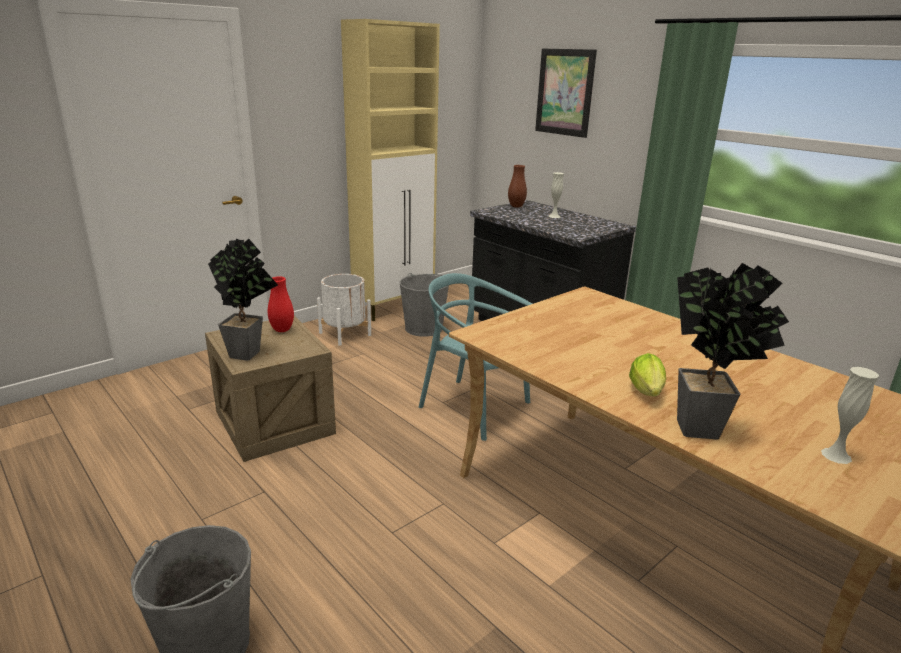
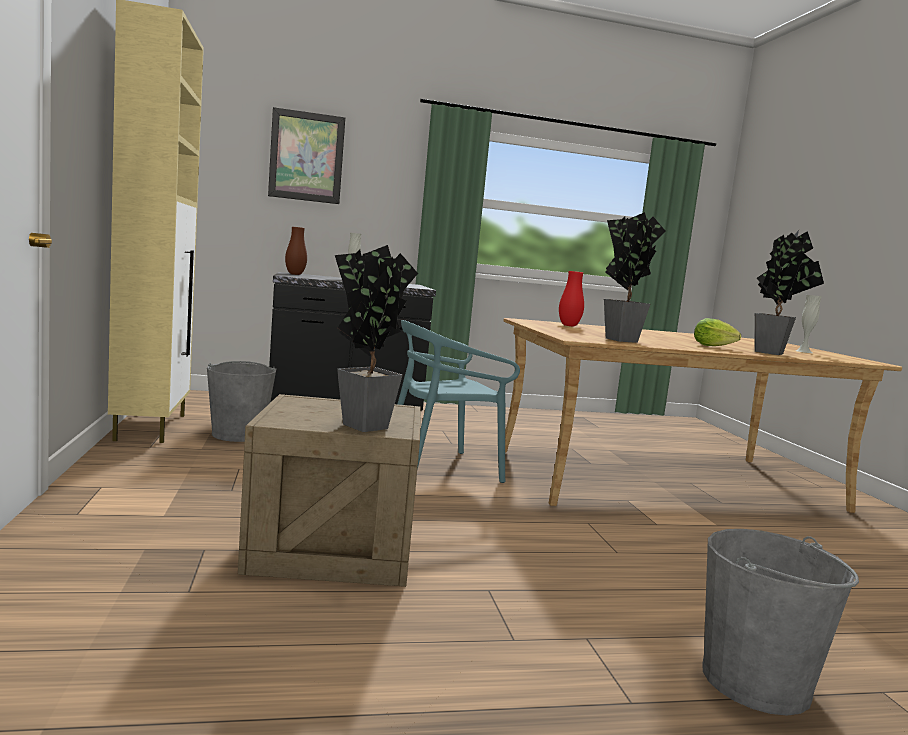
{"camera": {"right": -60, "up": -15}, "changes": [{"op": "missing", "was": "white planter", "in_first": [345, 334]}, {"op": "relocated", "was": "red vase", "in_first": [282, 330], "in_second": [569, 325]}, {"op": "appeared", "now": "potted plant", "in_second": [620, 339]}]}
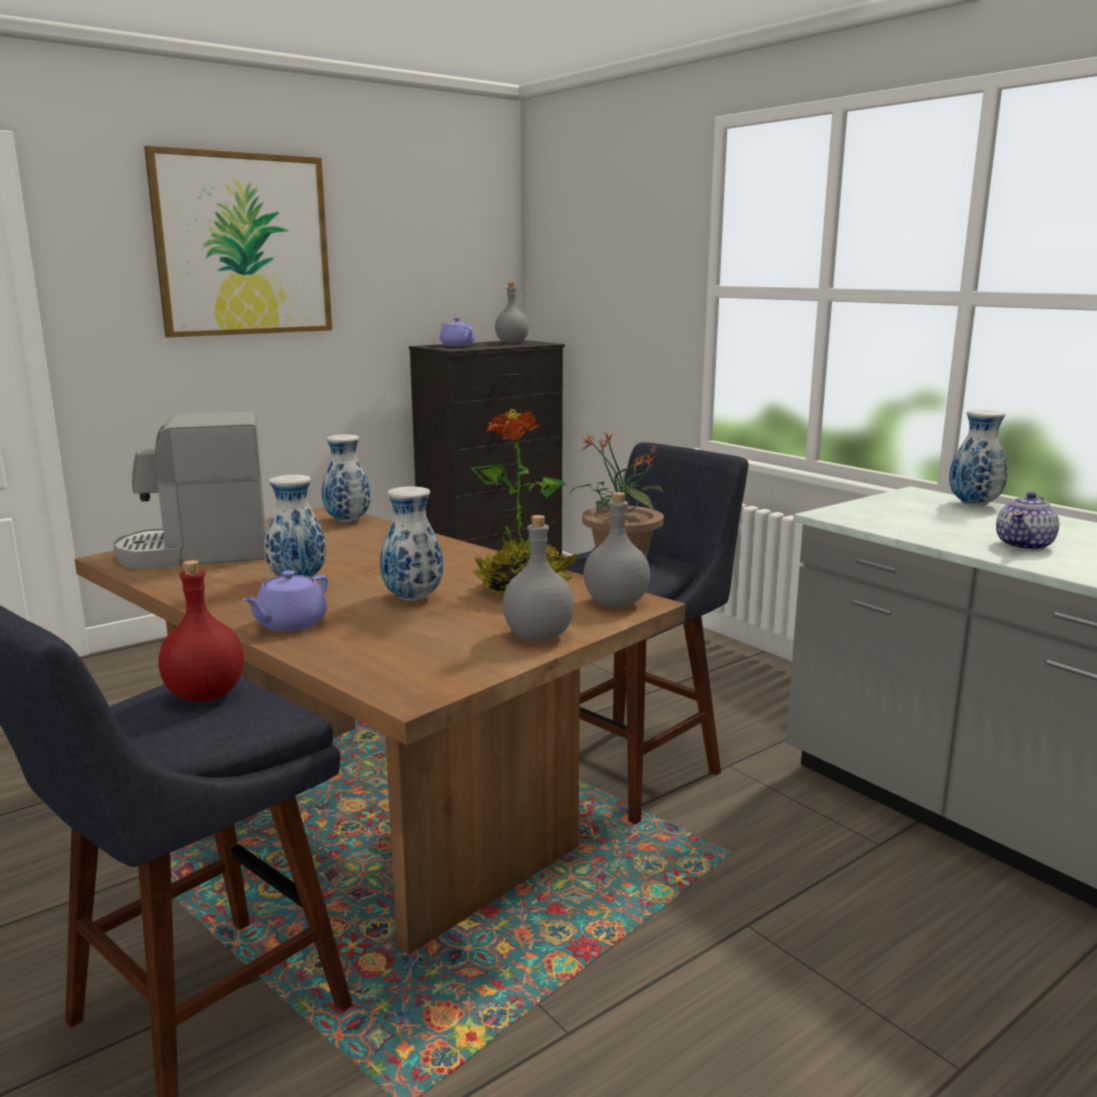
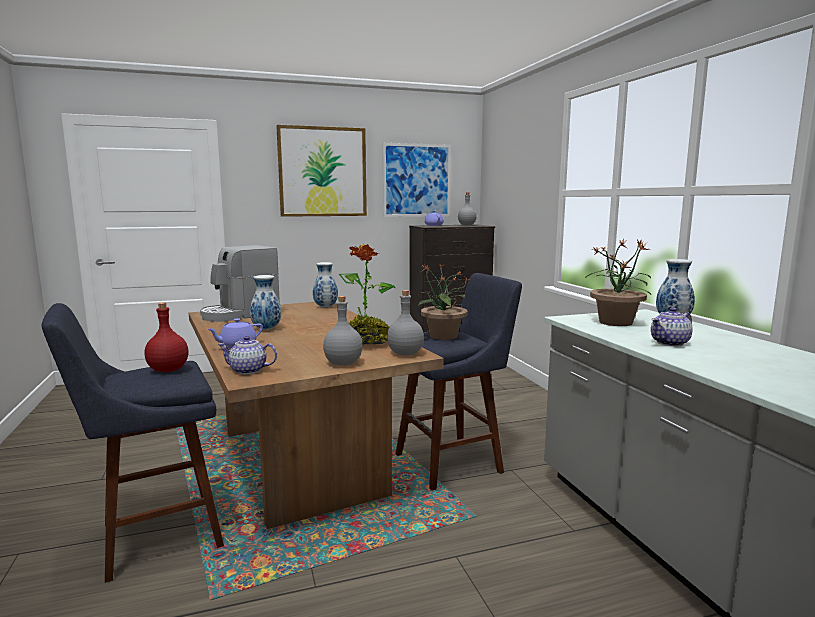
{"camera": {"right": 20, "up": -5}, "changes": [{"op": "spun", "was": "coffee machine", "in_first": [197, 553], "in_second": [240, 314], "clockwise": -45}, {"op": "missing", "was": "vase", "in_first": [414, 598]}, {"op": "appeared", "now": "picture", "in_second": [417, 180]}, {"op": "appeared", "now": "potted plant", "in_second": [615, 322]}, {"op": "appeared", "now": "teapot", "in_second": [248, 370]}]}
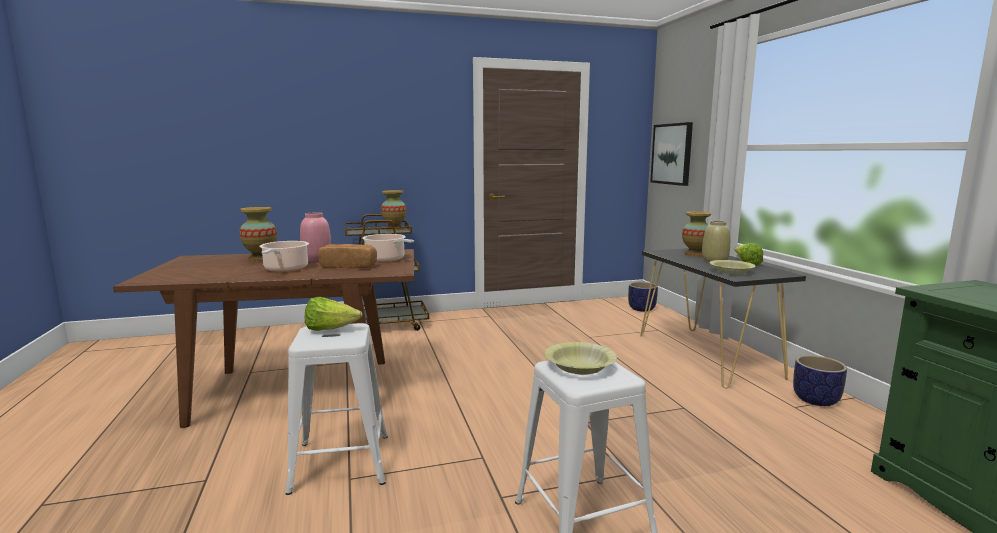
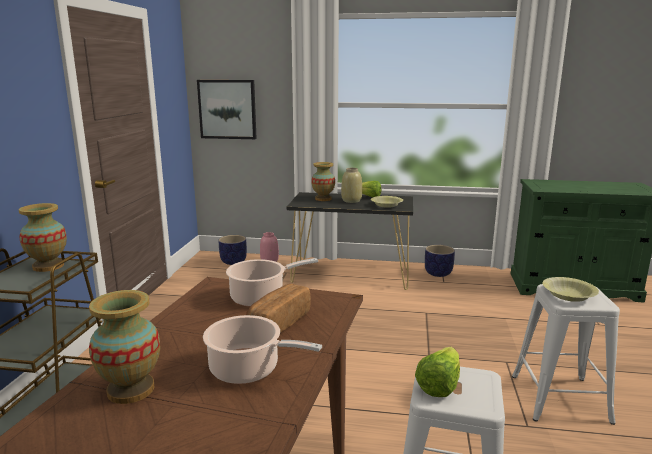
{"camera": {"right": -65, "up": 5}, "changes": [{"op": "relocated", "was": "pink vase", "in_first": [316, 259], "in_second": [269, 261]}]}
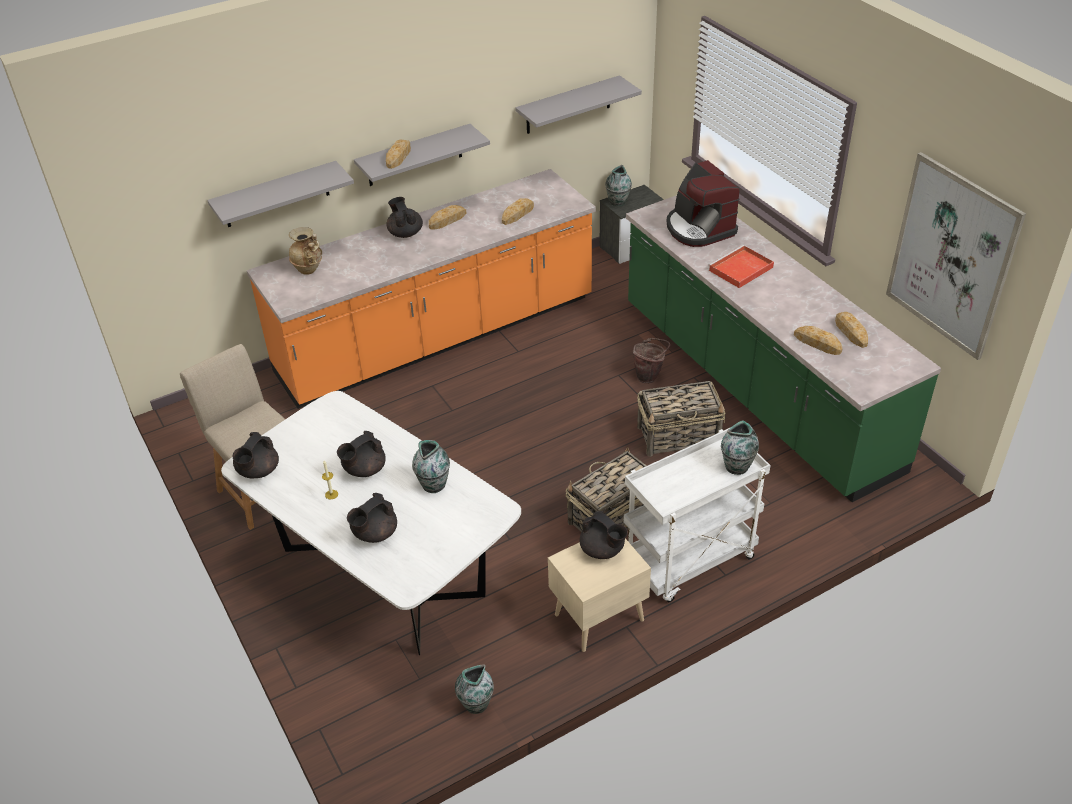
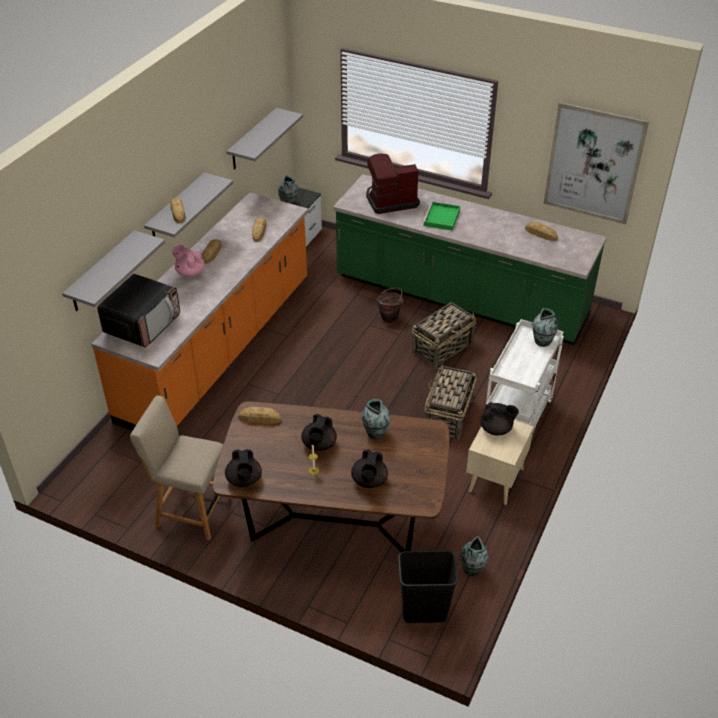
{"camera": {"right": -35, "up": 0}, "changes": [{"op": "spun", "was": "coffee machine", "in_first": [699, 228], "in_second": [390, 200], "clockwise": 135}, {"op": "colour", "was": "black teapot", "now": "pink teapot", "in_first": [405, 233], "in_second": [190, 272]}, {"op": "exchanged", "was": "beige vase", "now": "microwave", "in_first": [309, 269], "in_second": [143, 324]}, {"op": "colour", "was": "red tray", "now": "green tray", "in_first": [740, 269], "in_second": [441, 218]}, {"op": "relocated", "was": "bread", "in_first": [817, 343], "in_second": [259, 418]}, {"op": "colour", "was": "white dining table", "now": "brown dining table", "in_first": [382, 574], "in_second": [335, 522]}, {"op": "appeared", "now": "black trash can", "in_second": [424, 610]}]}
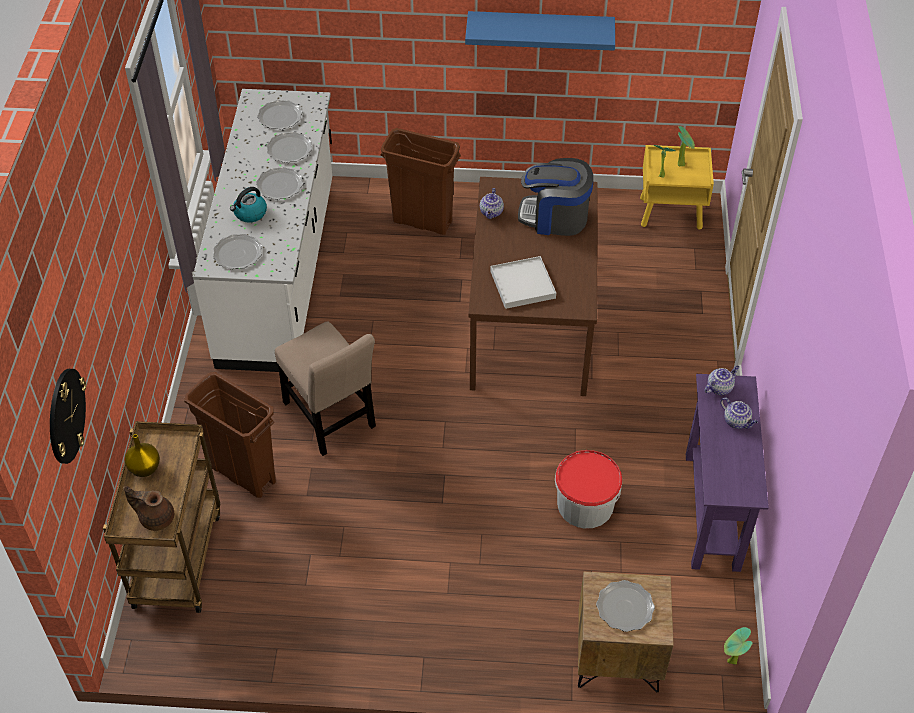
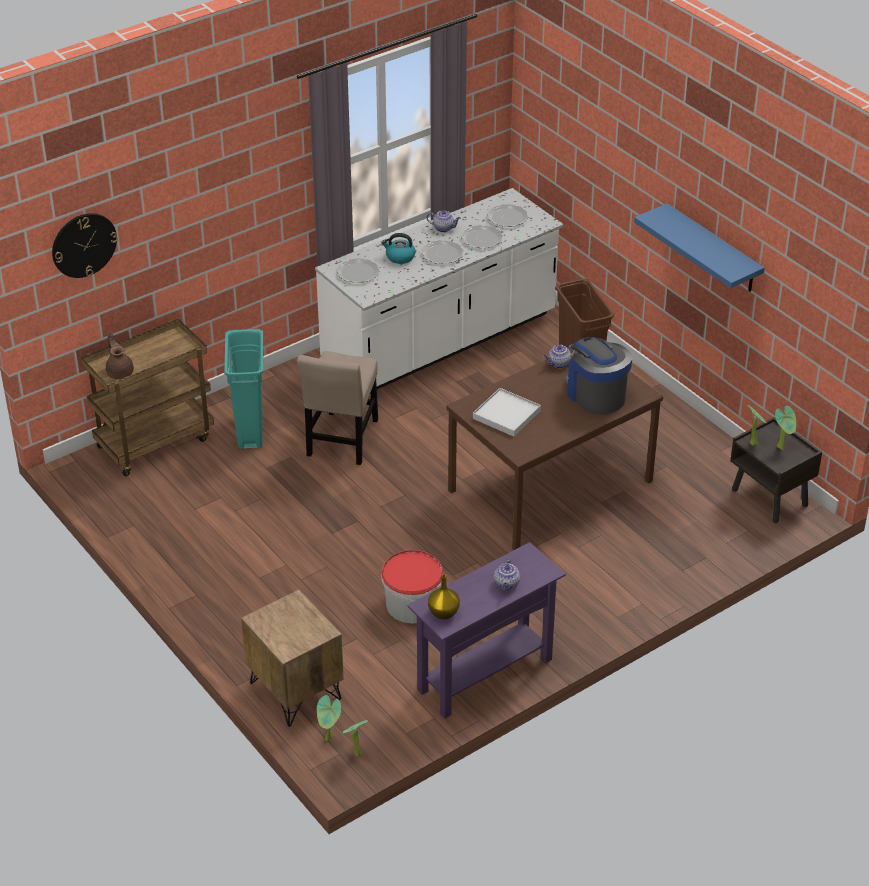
{"camera": {"right": 50, "up": -10}, "changes": [{"op": "colour", "was": "yellow nightstand", "now": "brown nightstand", "in_first": [671, 213], "in_second": [770, 498]}, {"op": "relocated", "was": "teapot", "in_first": [719, 387], "in_second": [444, 228]}, {"op": "colour", "was": "brown trash can", "now": "turquoise trash can", "in_first": [243, 474], "in_second": [250, 430]}, {"op": "relocated", "was": "yellow vase", "in_first": [145, 469], "in_second": [443, 613]}, {"op": "missing", "was": "plate", "in_first": [624, 607]}, {"op": "appeared", "now": "potted plant", "in_second": [329, 739]}]}
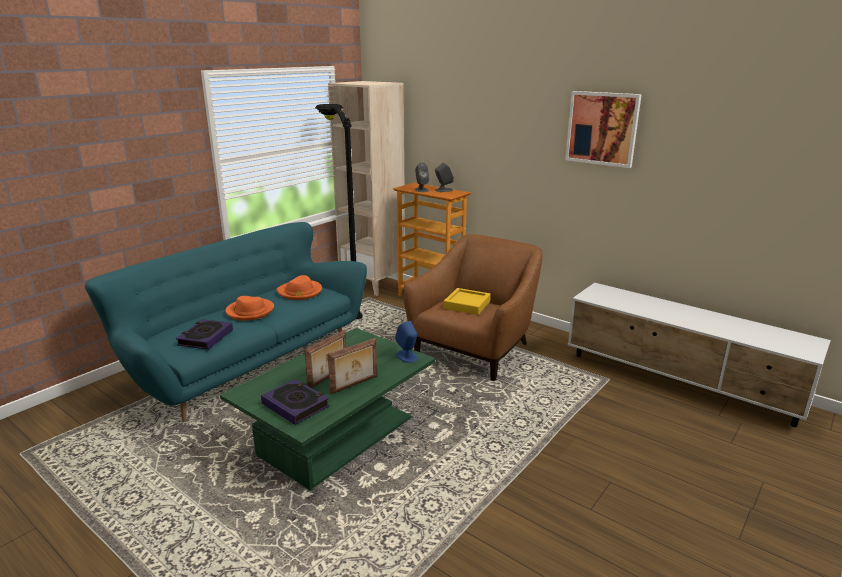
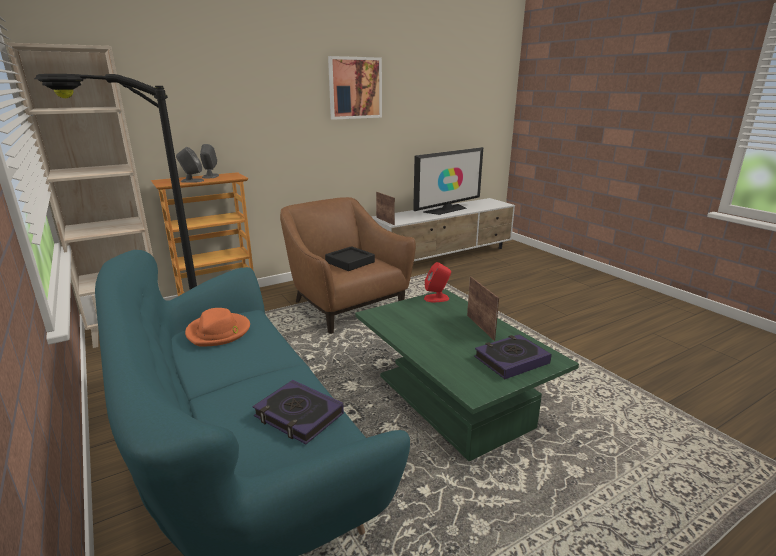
{"camera": {"right": -70, "up": 0}, "changes": [{"op": "colour", "was": "yellow tray", "now": "black tray", "in_first": [467, 305], "in_second": [350, 262]}, {"op": "missing", "was": "orange hat", "in_first": [250, 311]}, {"op": "colour", "was": "blue speaker", "now": "red speaker", "in_first": [407, 356], "in_second": [437, 298]}, {"op": "relocated", "was": "picture frame", "in_first": [328, 378], "in_second": [385, 221]}, {"op": "appeared", "now": "television", "in_second": [447, 210]}]}
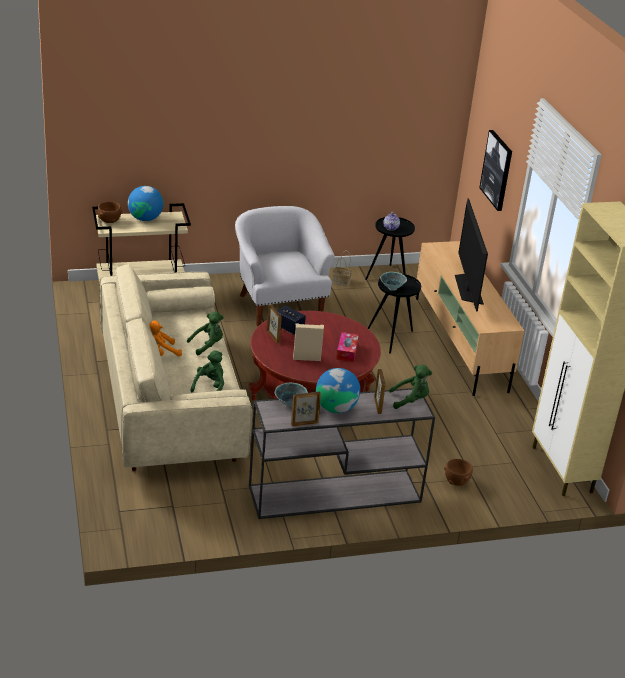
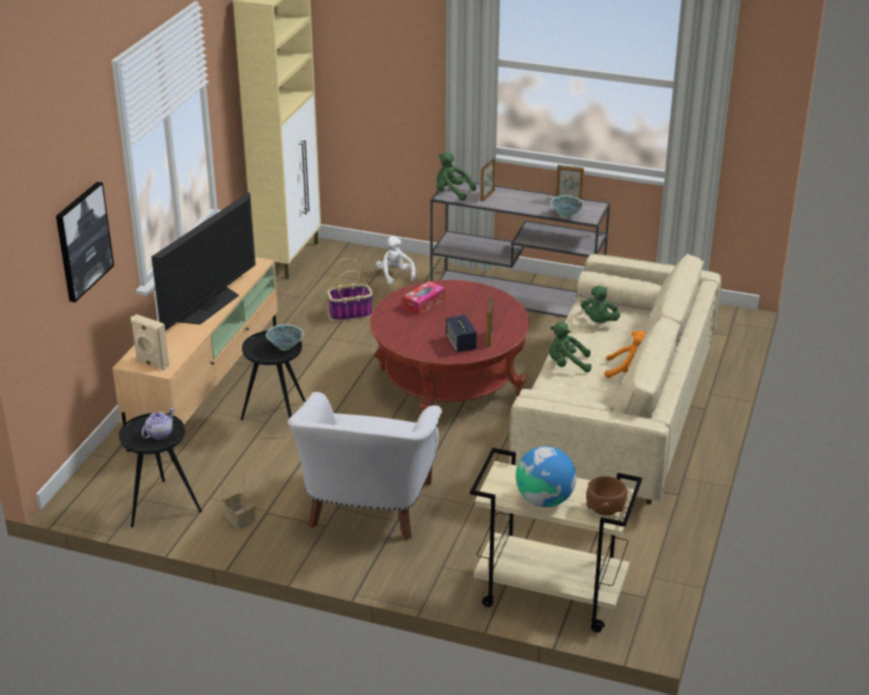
{"camera": {"right": -145, "up": 0}, "changes": [{"op": "relocated", "was": "beige speaker", "in_first": [306, 358], "in_second": [151, 363]}, {"op": "spun", "was": "green plush toy", "in_first": [210, 387], "in_second": [599, 322], "clockwise": -45}, {"op": "missing", "was": "globe", "in_first": [336, 408]}, {"op": "exchanged", "was": "brown bowl", "now": "white plush toy", "in_first": [456, 481], "in_second": [395, 275]}, {"op": "appeared", "now": "basket", "in_second": [351, 313]}]}
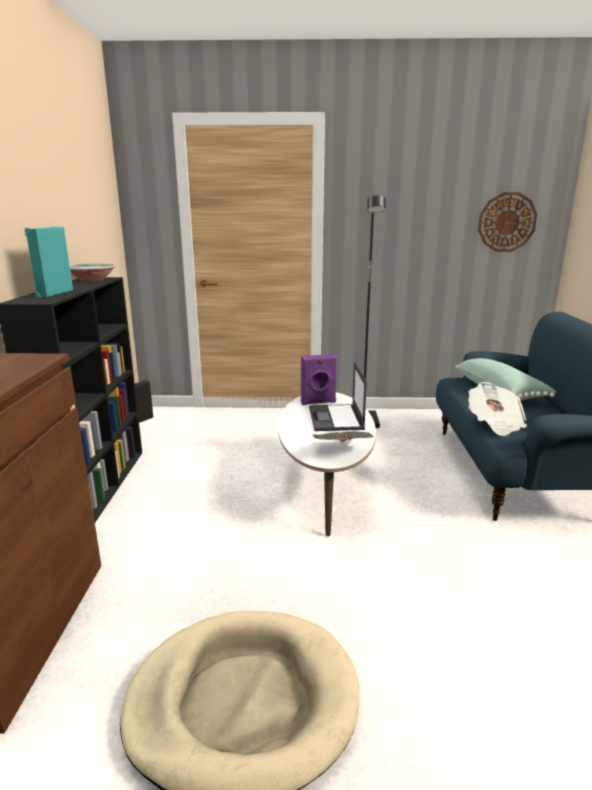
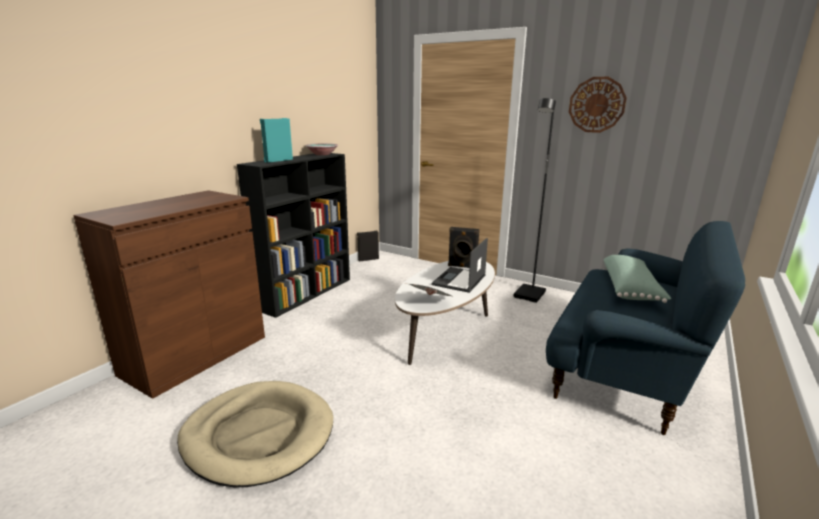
{"camera": {"right": 30, "up": 0}, "changes": [{"op": "relocated", "was": "wall clock", "in_first": [506, 222], "in_second": [596, 105]}, {"op": "colour", "was": "purple speaker", "now": "black speaker", "in_first": [318, 402], "in_second": [462, 266]}, {"op": "missing", "was": "newspaper", "in_first": [495, 423]}]}
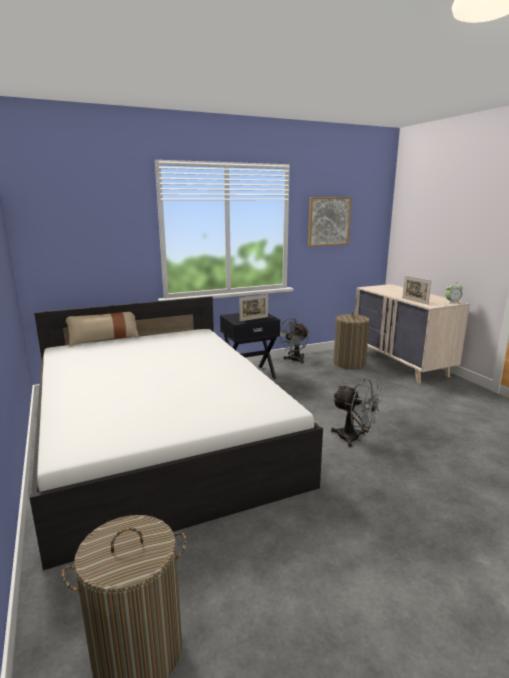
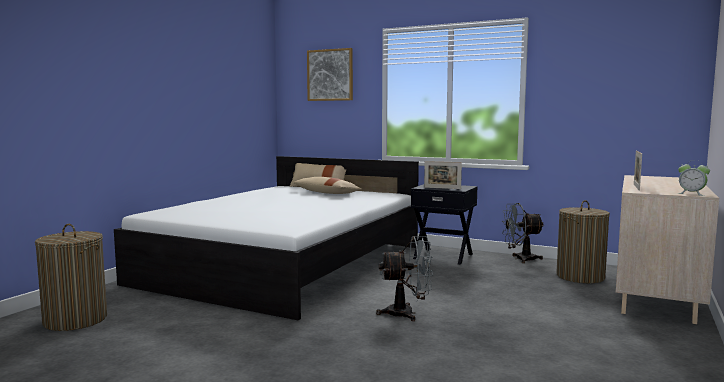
{"camera": {"right": 50, "up": -10}, "changes": [{"op": "relocated", "was": "picture", "in_first": [328, 221], "in_second": [330, 75]}, {"op": "spun", "was": "grey fan", "in_first": [354, 438], "in_second": [407, 313], "clockwise": -90}, {"op": "appeared", "now": "beige pillow", "in_second": [326, 193]}]}
